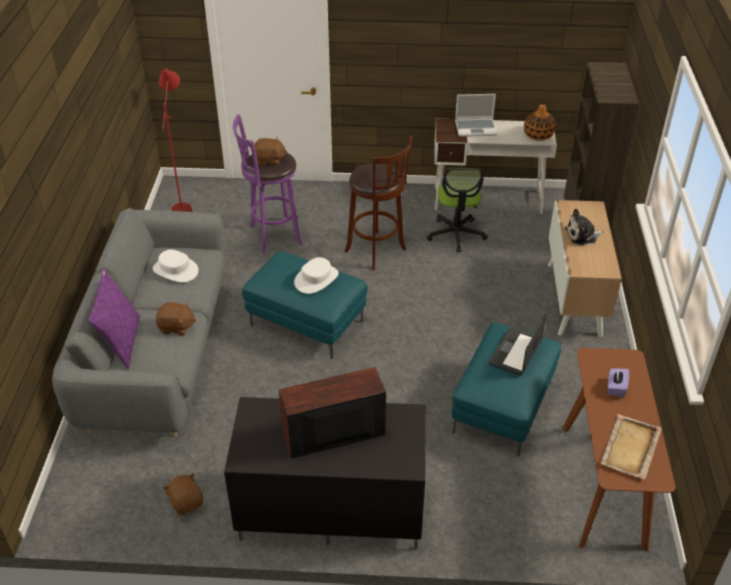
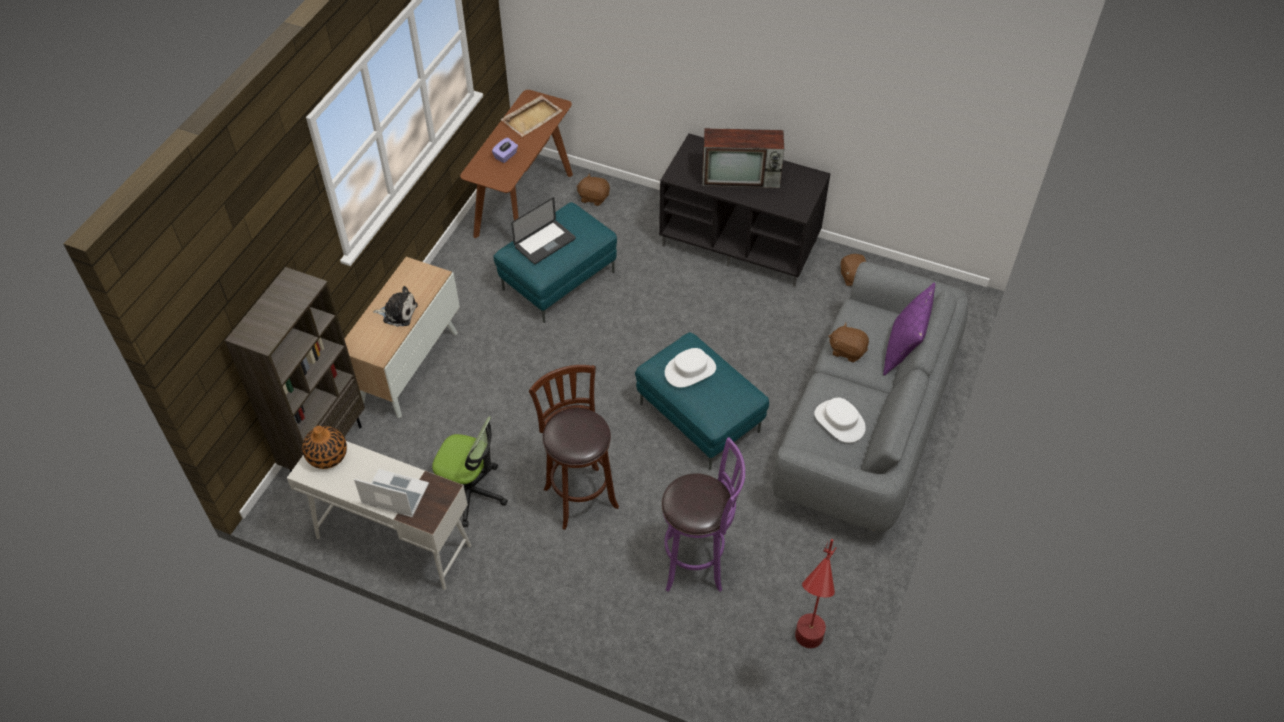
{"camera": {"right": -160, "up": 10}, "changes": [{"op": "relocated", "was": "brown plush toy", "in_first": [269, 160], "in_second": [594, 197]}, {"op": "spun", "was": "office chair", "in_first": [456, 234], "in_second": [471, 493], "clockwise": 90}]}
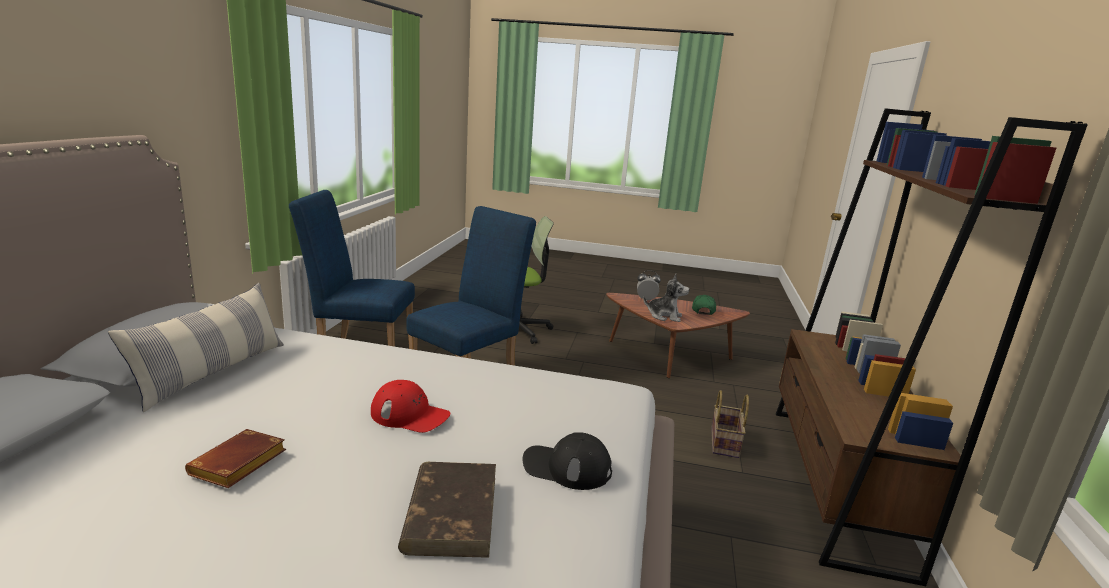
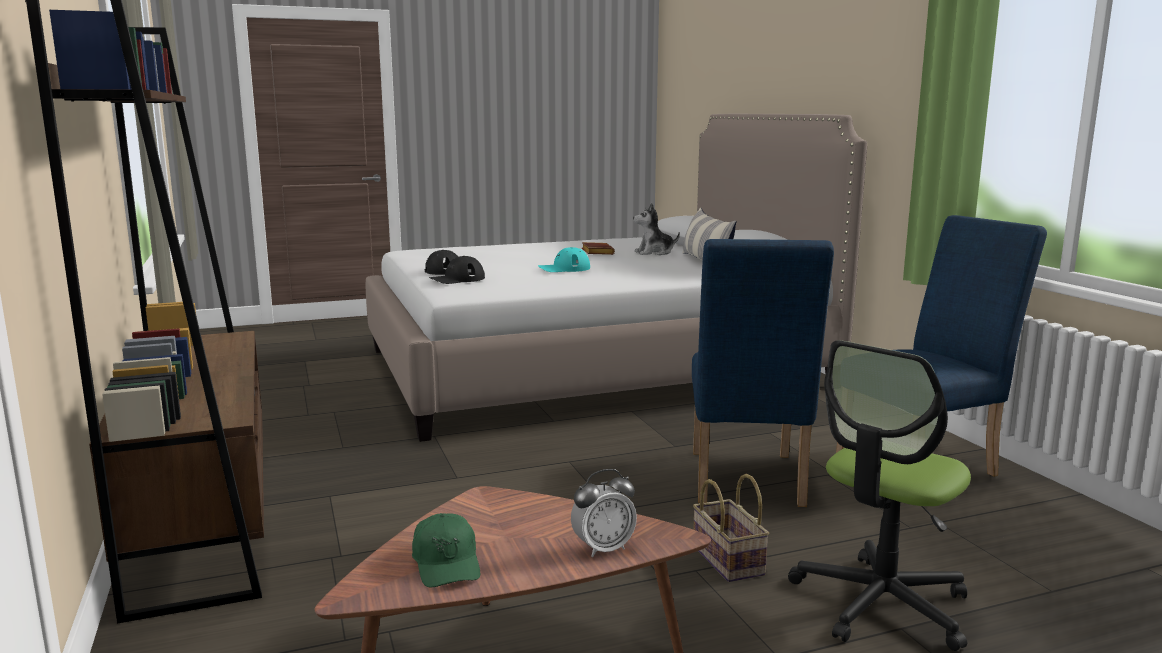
{"camera": {"right": 150, "up": -5}, "changes": [{"op": "relocated", "was": "plush toy", "in_first": [664, 316], "in_second": [654, 253]}, {"op": "colour", "was": "red cap", "now": "turquoise cap", "in_first": [410, 415], "in_second": [564, 269]}, {"op": "relocated", "was": "basket", "in_first": [725, 444], "in_second": [725, 559]}, {"op": "missing", "was": "brown book", "in_first": [451, 512]}, {"op": "appeared", "now": "black cap", "in_second": [457, 279]}]}
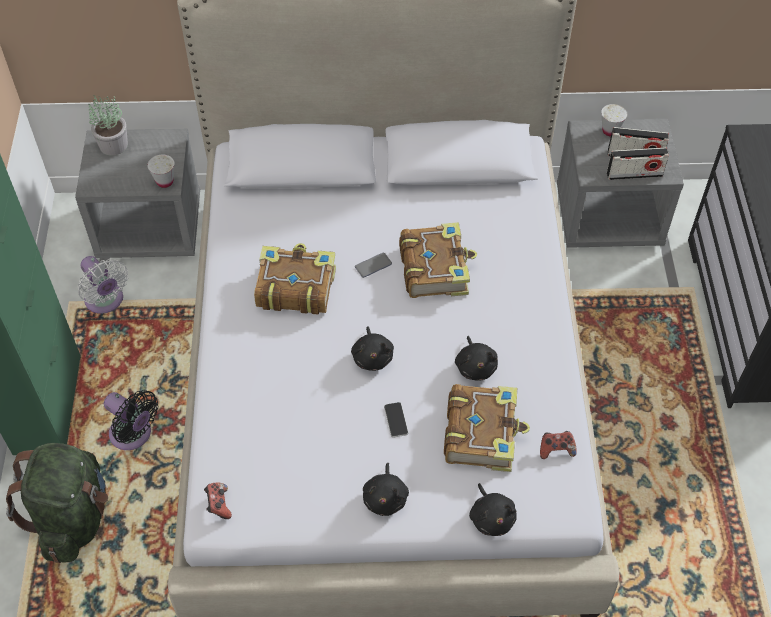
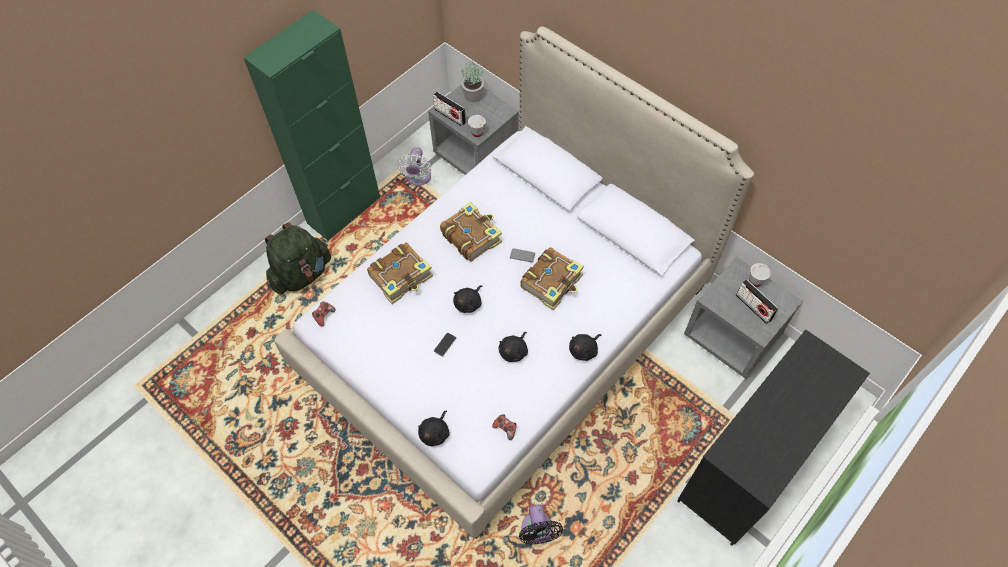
{"camera": {"right": 45, "up": 5}, "changes": [{"op": "relocated", "was": "radio", "in_first": [634, 174], "in_second": [450, 116]}, {"op": "relocated", "was": "book", "in_first": [482, 433], "in_second": [402, 277]}, {"op": "relocated", "was": "black fan", "in_first": [134, 435], "in_second": [537, 532]}, {"op": "relocated", "was": "black plush toy", "in_first": [385, 497], "in_second": [584, 350]}]}
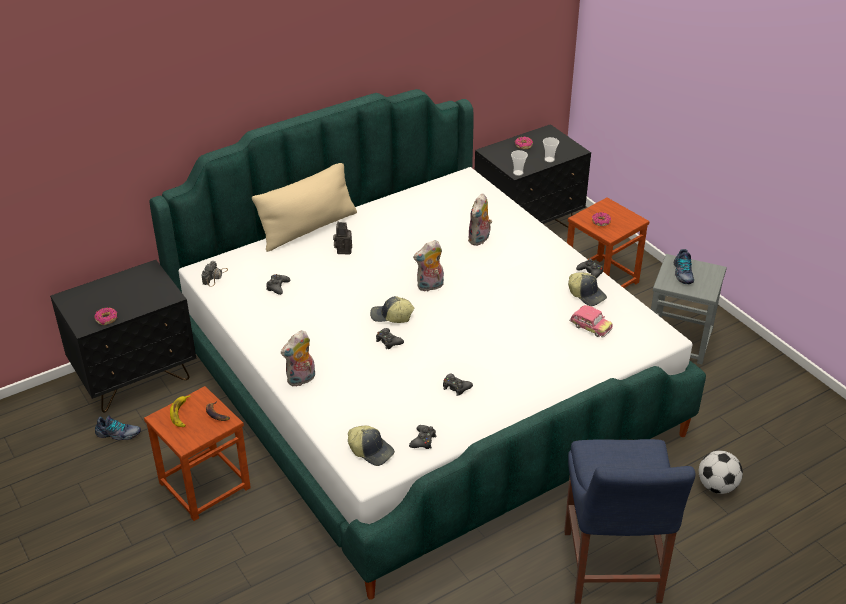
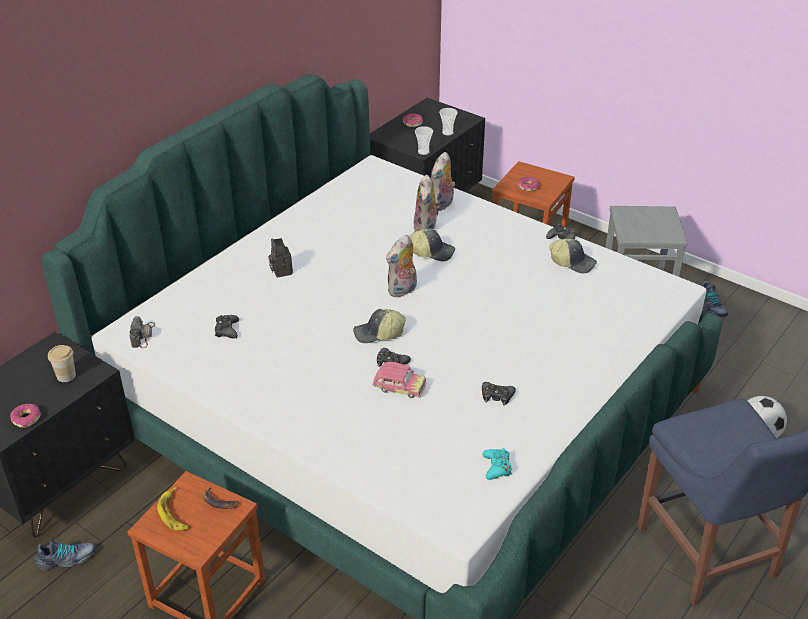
{"camera": {"right": -20, "up": 0}, "changes": [{"op": "missing", "was": "beige pillow", "in_first": [308, 228]}, {"op": "relocated", "was": "shoe", "in_first": [682, 273], "in_second": [710, 307]}, {"op": "relocated", "was": "toy car", "in_first": [590, 327], "in_second": [399, 388]}, {"op": "relocated", "was": "plush toy", "in_first": [301, 380], "in_second": [442, 205]}, {"op": "relocated", "was": "cap", "in_first": [371, 450], "in_second": [432, 252]}, {"op": "colour", "was": "black game controller", "now": "turquoise game controller", "in_first": [423, 440], "in_second": [497, 467]}, {"op": "appeared", "now": "cup", "in_second": [66, 376]}]}
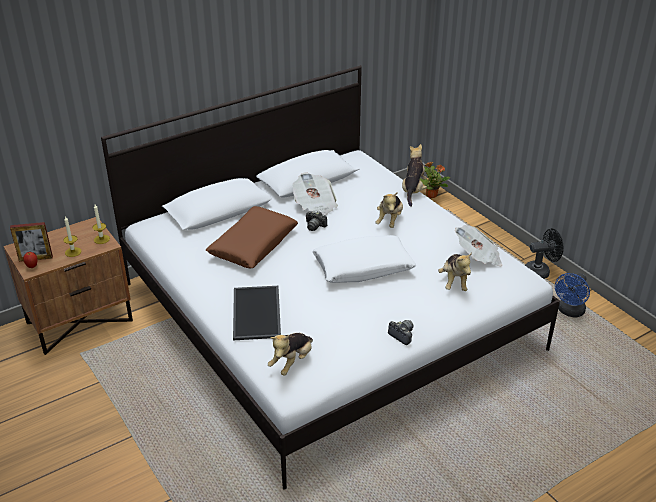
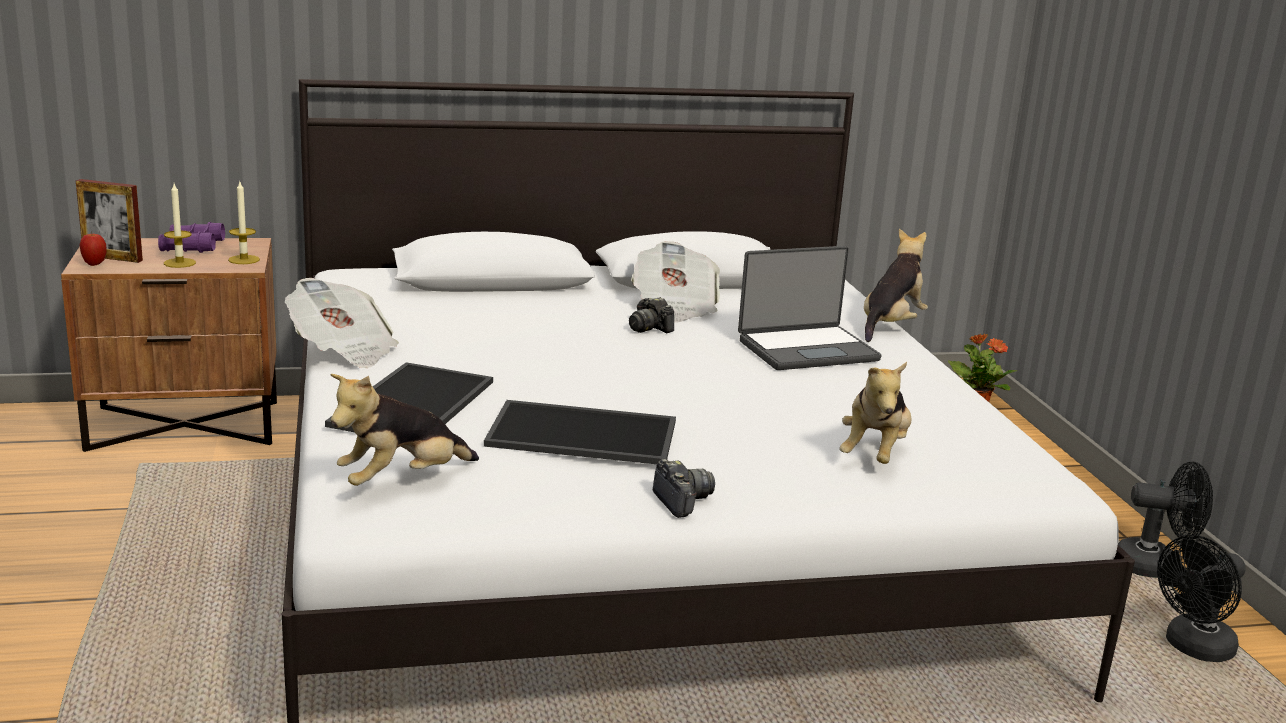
{"camera": {"right": 20, "up": -15}, "changes": [{"op": "exchanged", "was": "plush toy", "now": "laptop", "in_first": [389, 220], "in_second": [806, 349]}, {"op": "missing", "was": "brown pillow", "in_first": [253, 245]}, {"op": "relocated", "was": "newspaper", "in_first": [478, 257], "in_second": [343, 350]}, {"op": "missing", "was": "white pillow", "in_first": [363, 268]}, {"op": "colour", "was": "blue fan", "now": "black fan", "in_first": [569, 312], "in_second": [1193, 648]}, {"op": "appeared", "now": "purple binoculars", "in_second": [192, 247]}, {"op": "appeared", "now": "tray", "in_second": [585, 433]}]}
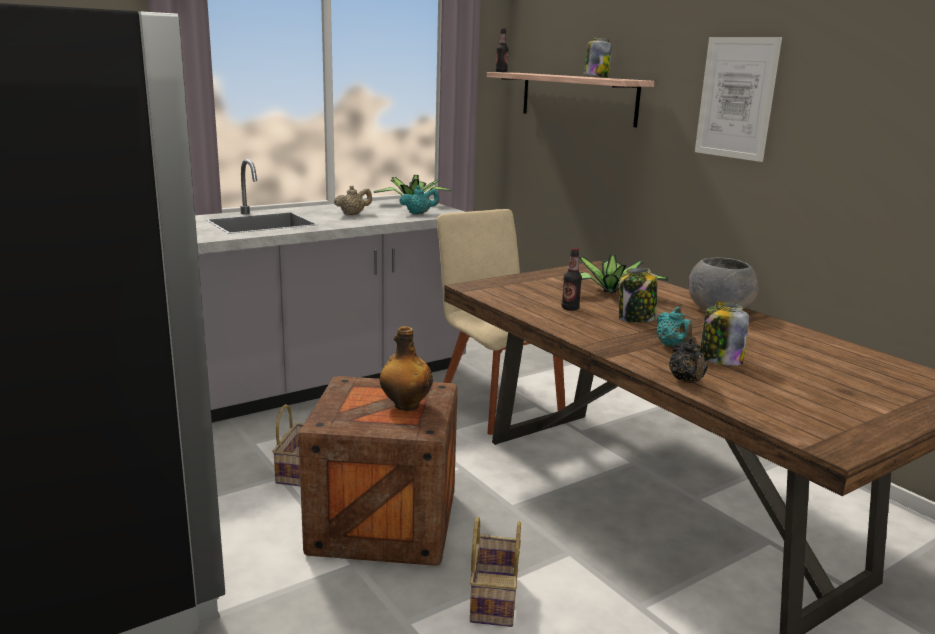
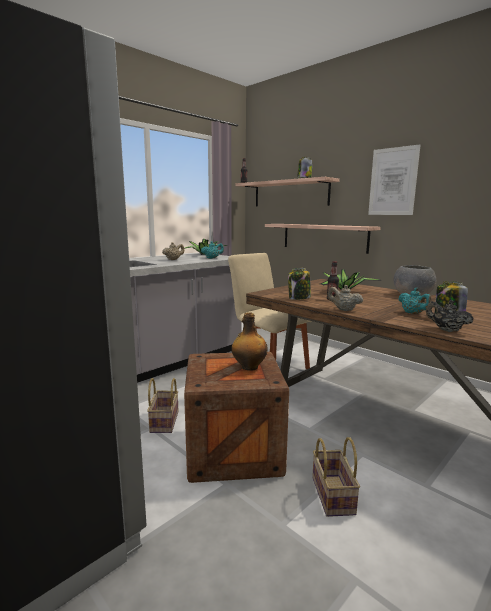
{"camera": {"right": -10, "up": -5}, "changes": [{"op": "relocated", "was": "jar", "in_first": [636, 319], "in_second": [299, 298]}, {"op": "spun", "was": "black teapot", "in_first": [686, 381], "in_second": [446, 330], "clockwise": 150}, {"op": "appeared", "now": "shelf", "in_second": [323, 237]}, {"op": "appeared", "now": "beige teapot", "in_second": [343, 310]}]}
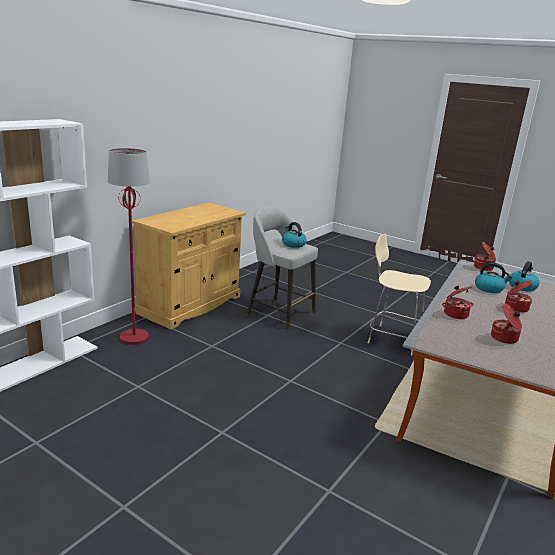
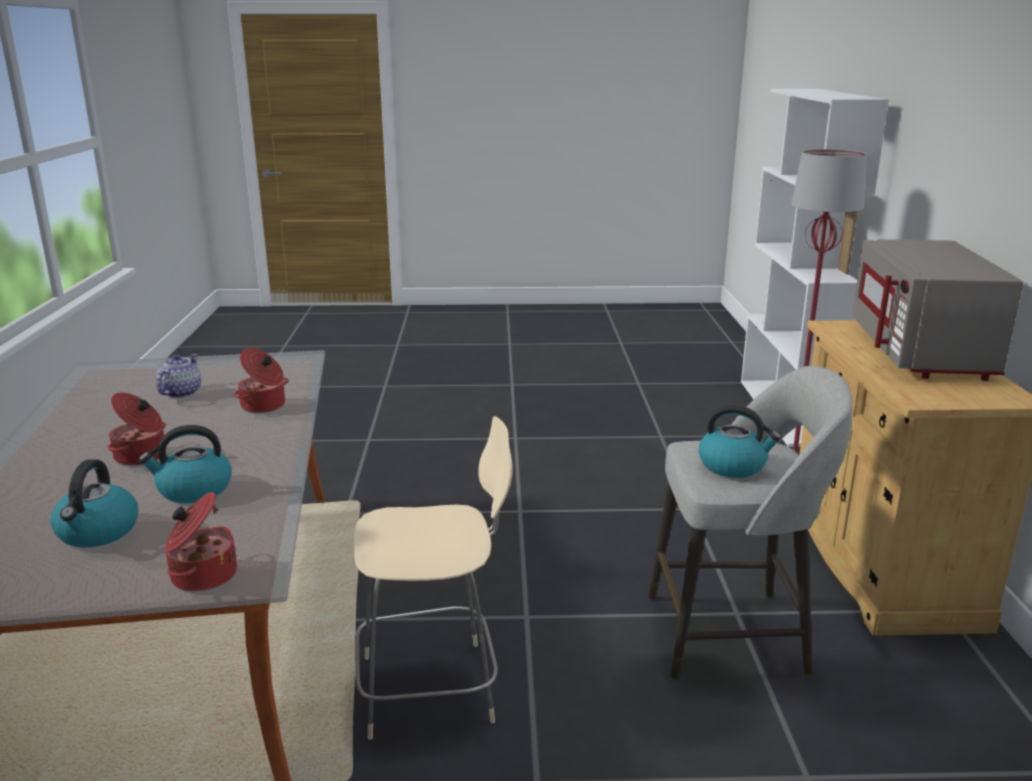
{"camera": {"right": 145, "up": 0}, "changes": [{"op": "exchanged", "was": "cooking pot", "now": "teapot", "in_first": [504, 338], "in_second": [180, 393]}, {"op": "appeared", "now": "grey microwave", "in_second": [921, 352]}]}
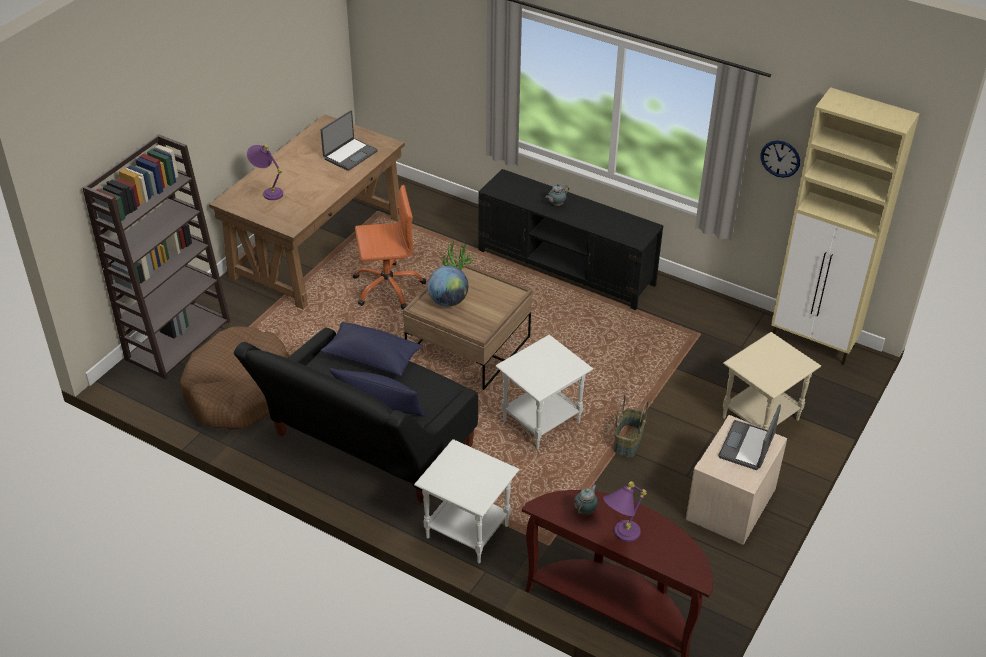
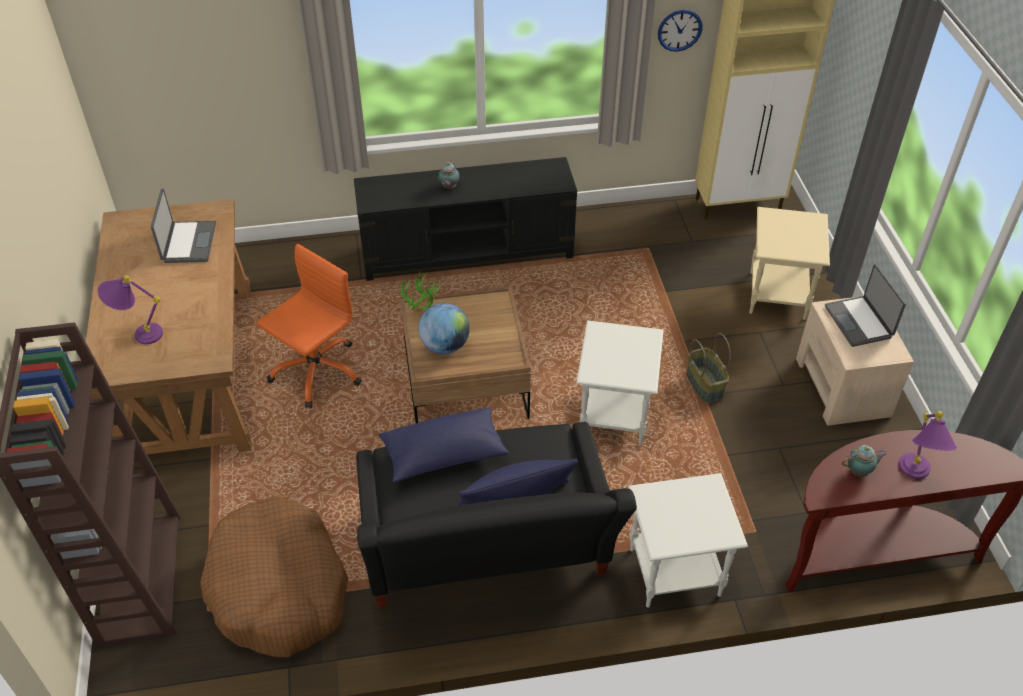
{"camera": {"right": -40, "up": 5}, "changes": [{"op": "spun", "was": "teapot", "in_first": [586, 510], "in_second": [859, 471], "clockwise": 90}]}
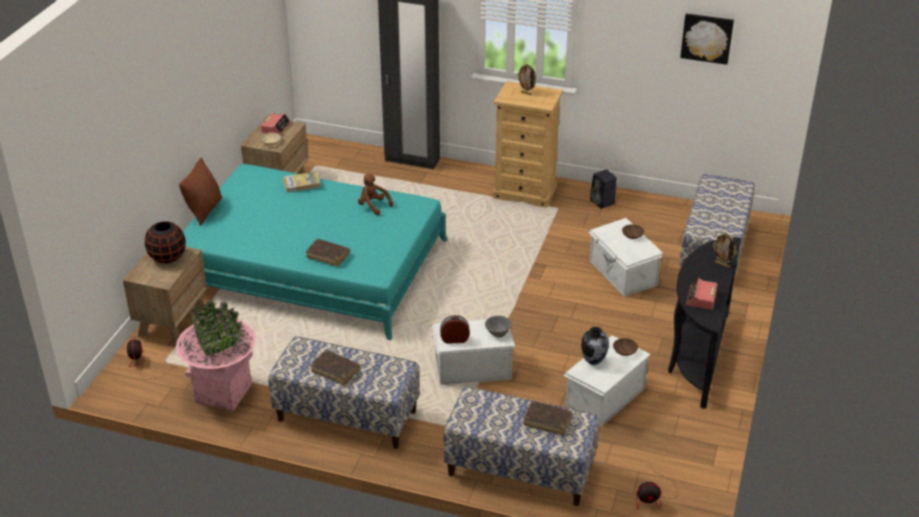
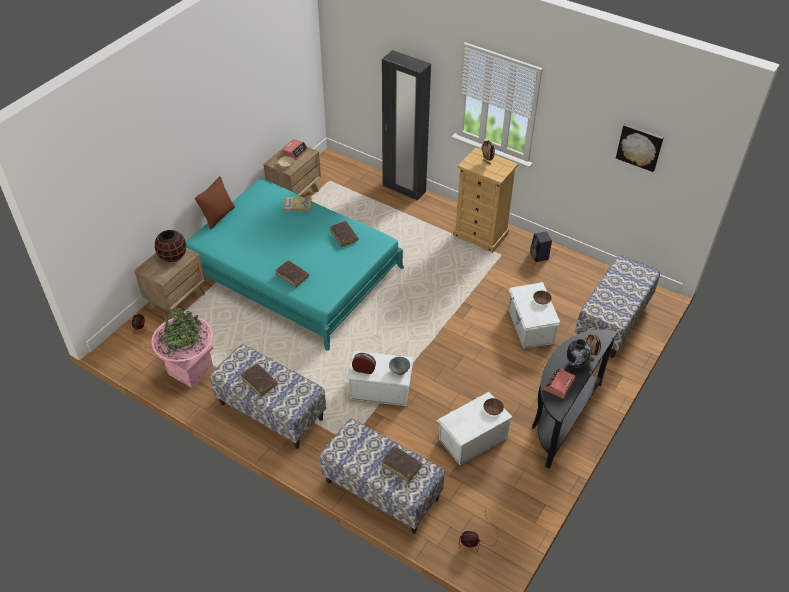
{"camera": {"right": 15, "up": 10}, "changes": [{"op": "exchanged", "was": "brown plush toy", "now": "brown book", "in_first": [373, 206], "in_second": [344, 236]}, {"op": "relocated", "was": "vase", "in_first": [593, 361], "in_second": [576, 364]}]}
